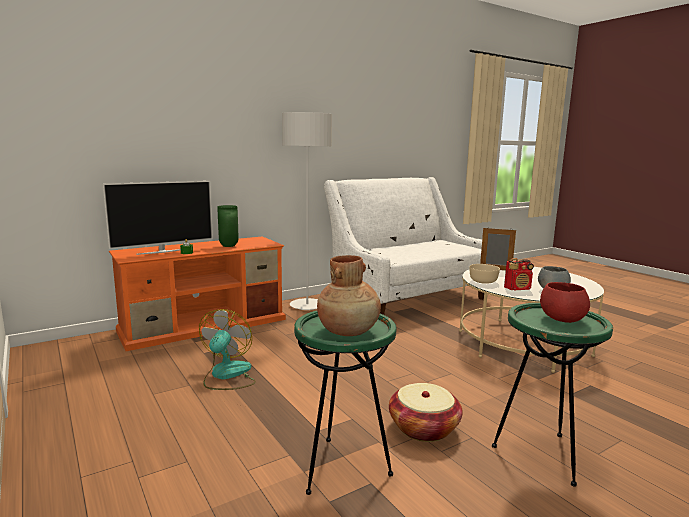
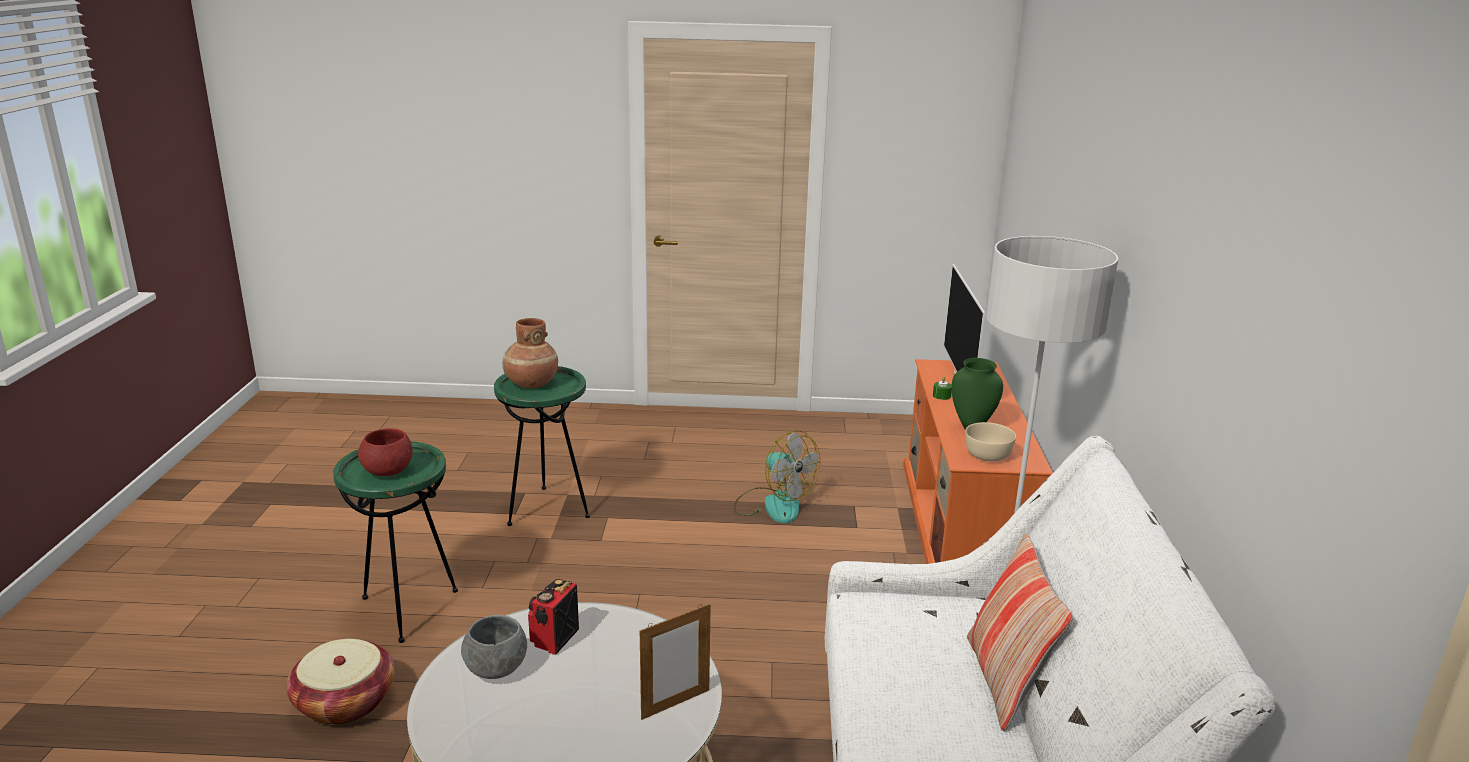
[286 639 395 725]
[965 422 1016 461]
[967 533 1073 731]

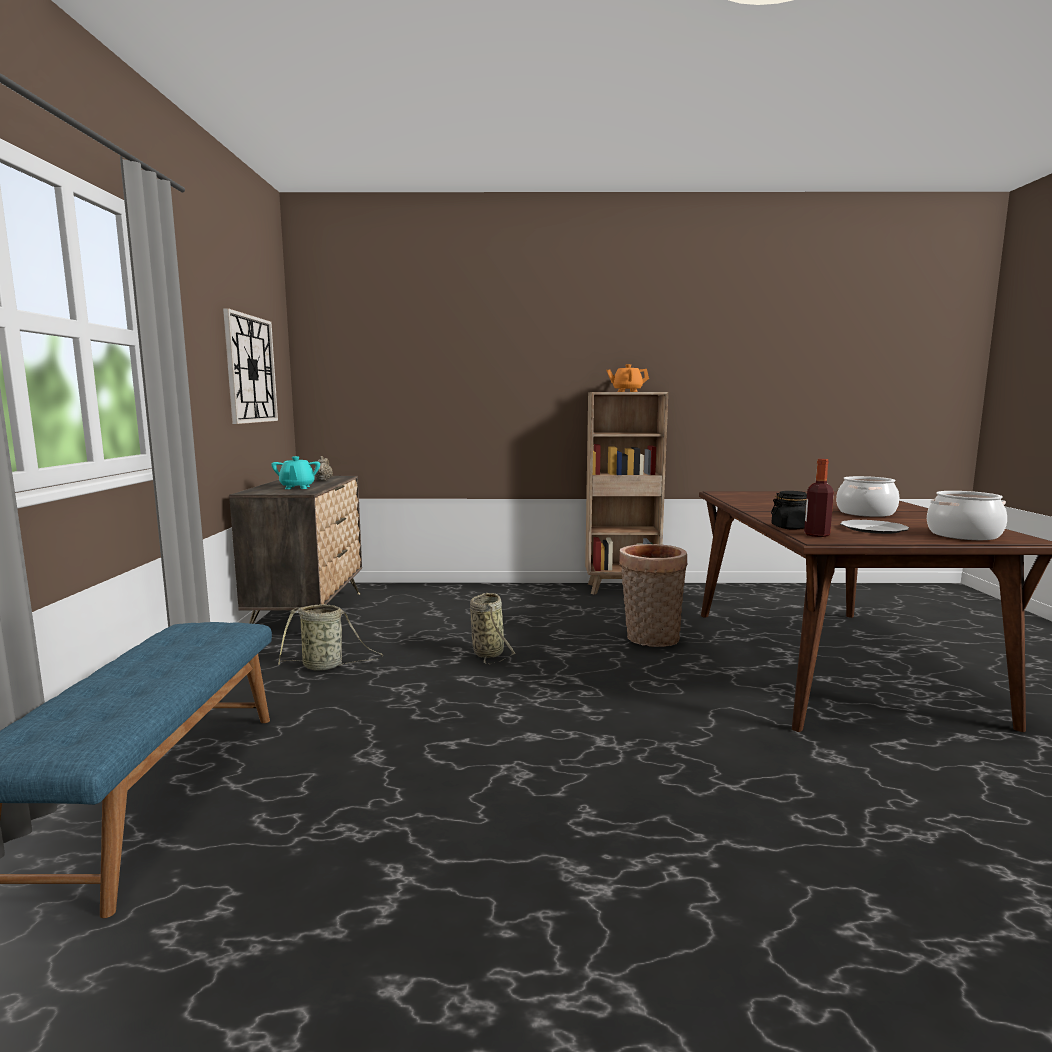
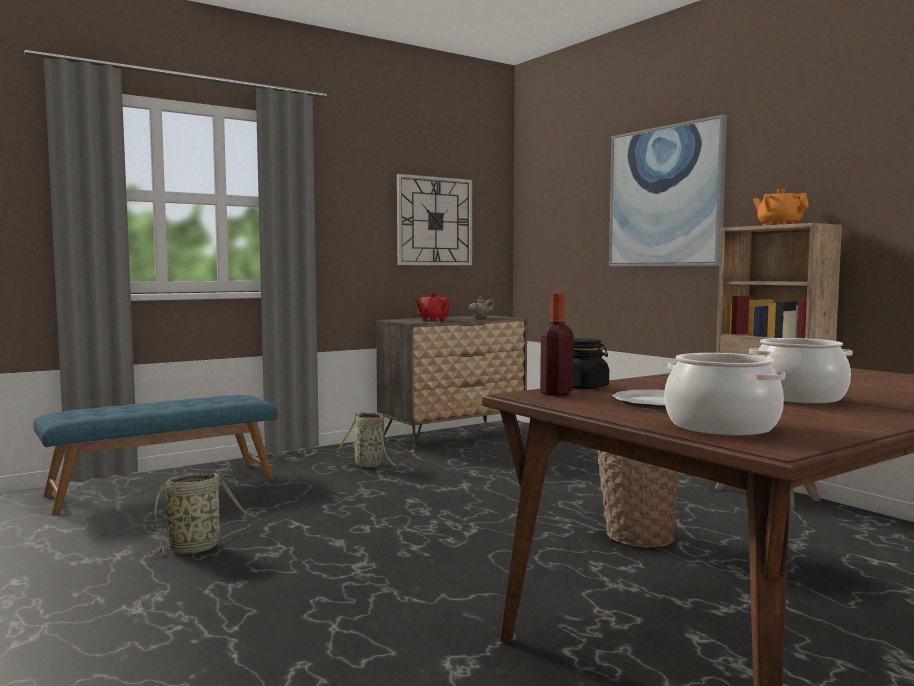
[416 293 450 321]
[143 473 261 556]
[609 115 727 266]

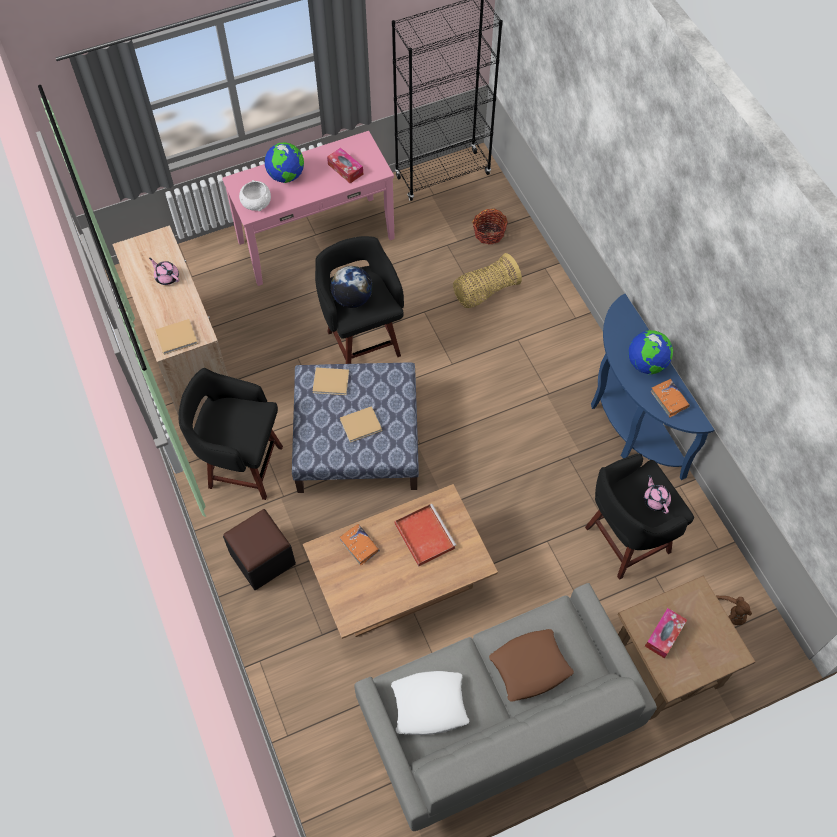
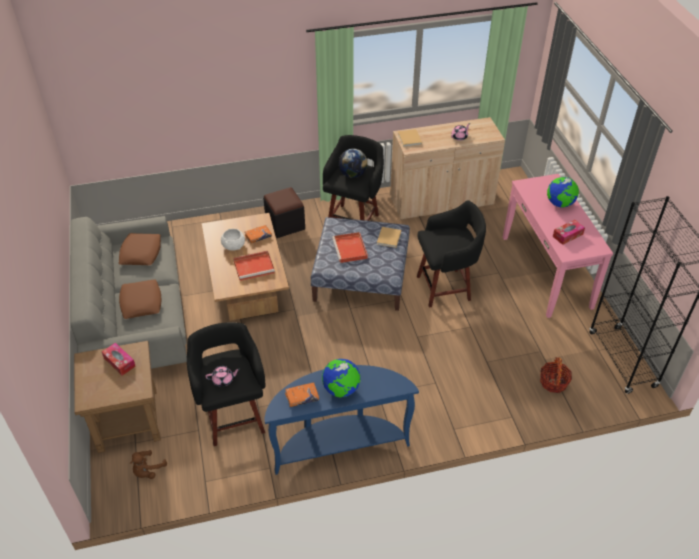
[221 229 245 251]
[339 149 368 178]
[332 232 368 263]
[119 233 161 265]
[453 253 522 308] (first image)

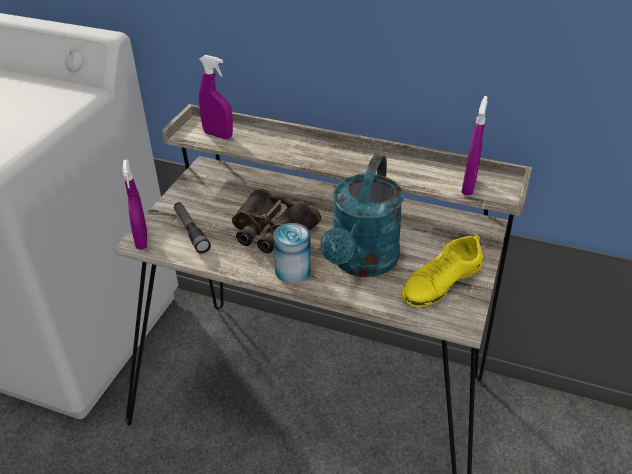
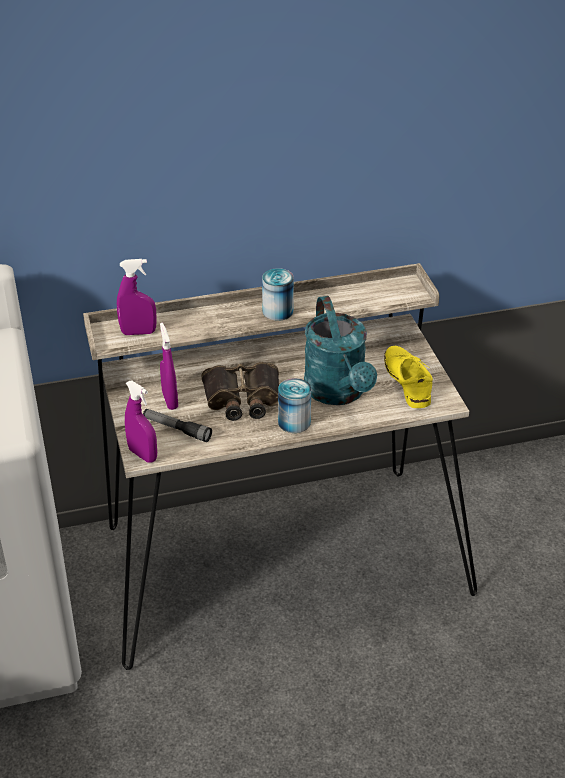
[384 346 433 408]
[160 323 178 410]
[262 268 294 321]

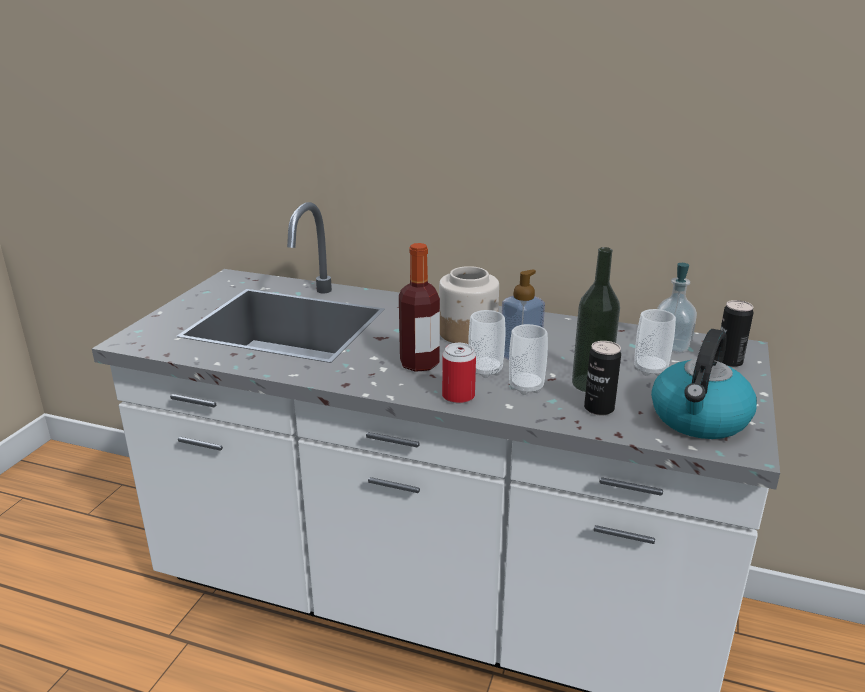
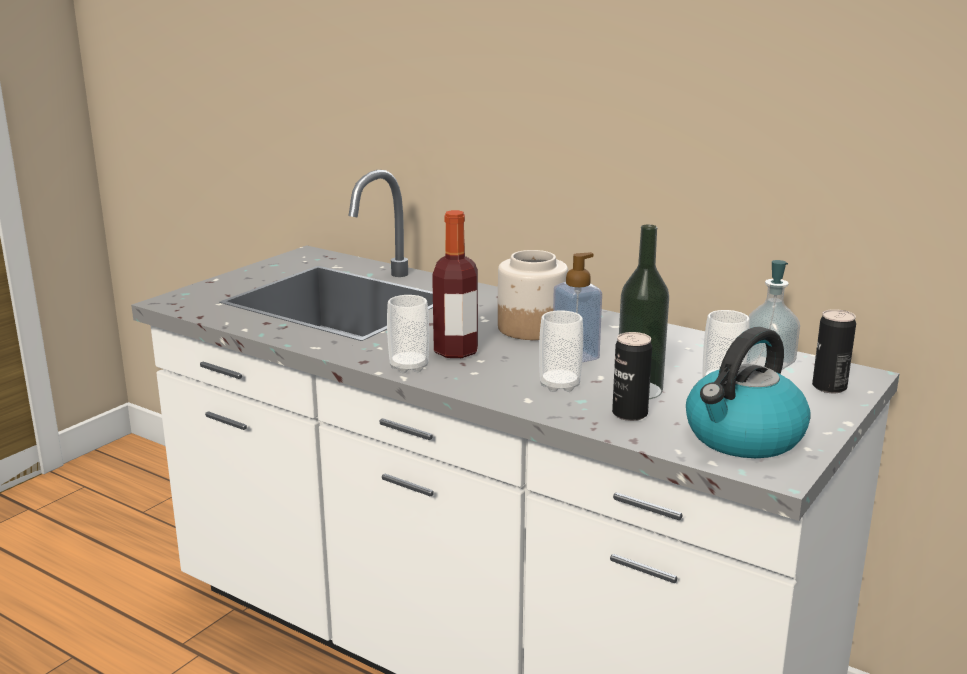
[442 343 476 403] (first image)
[387 295 429 373]

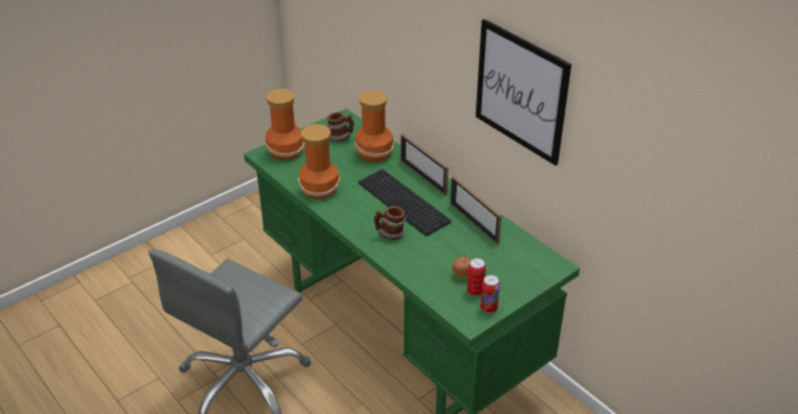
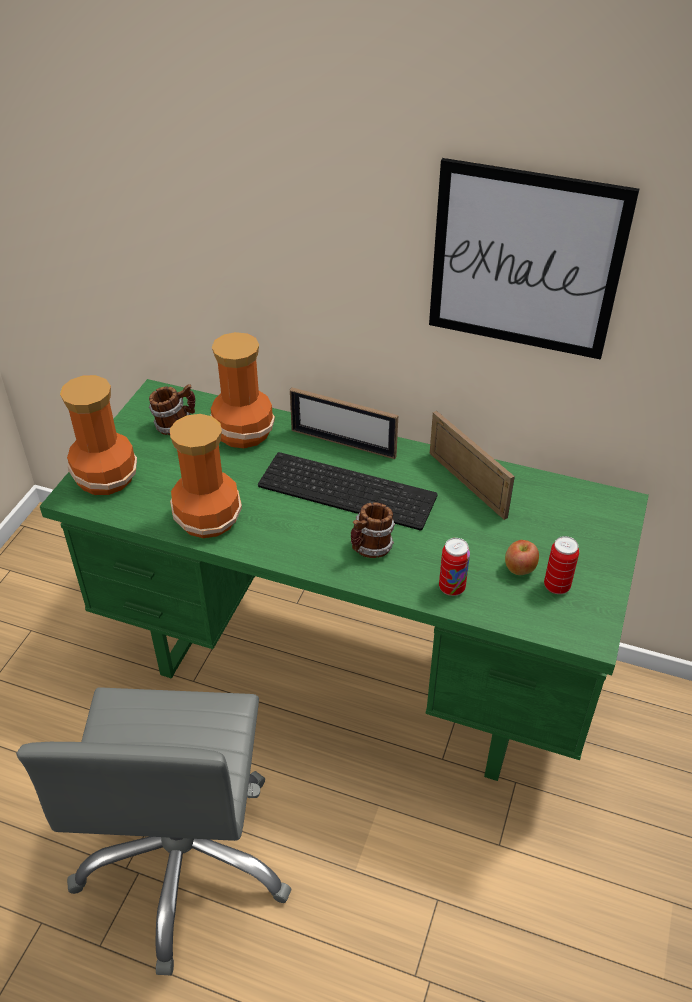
[430 411 515 520]
[439 538 470 596]

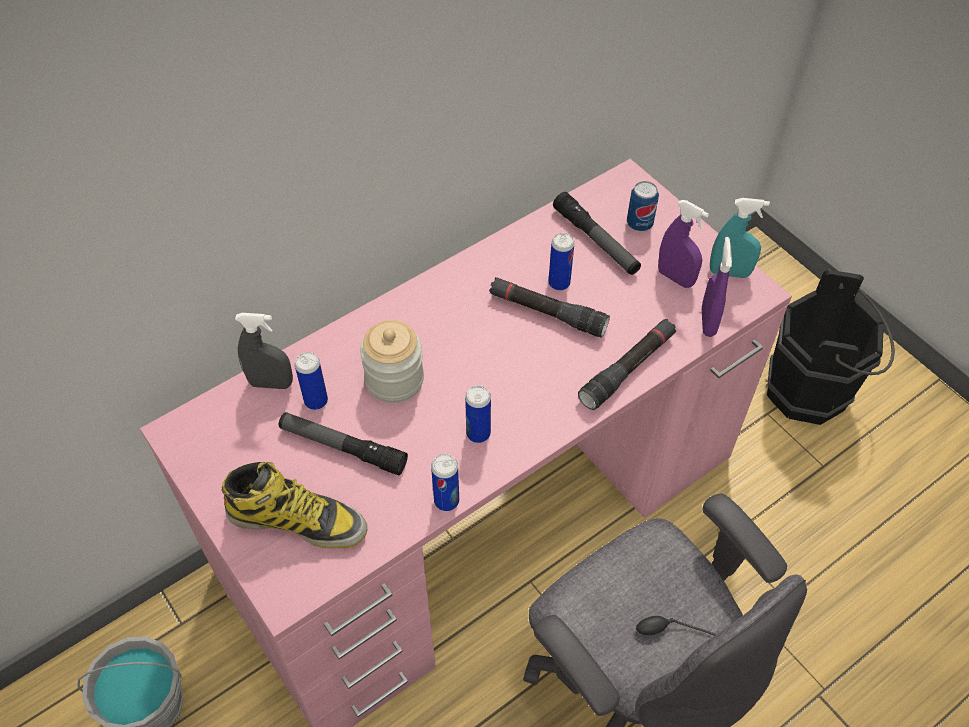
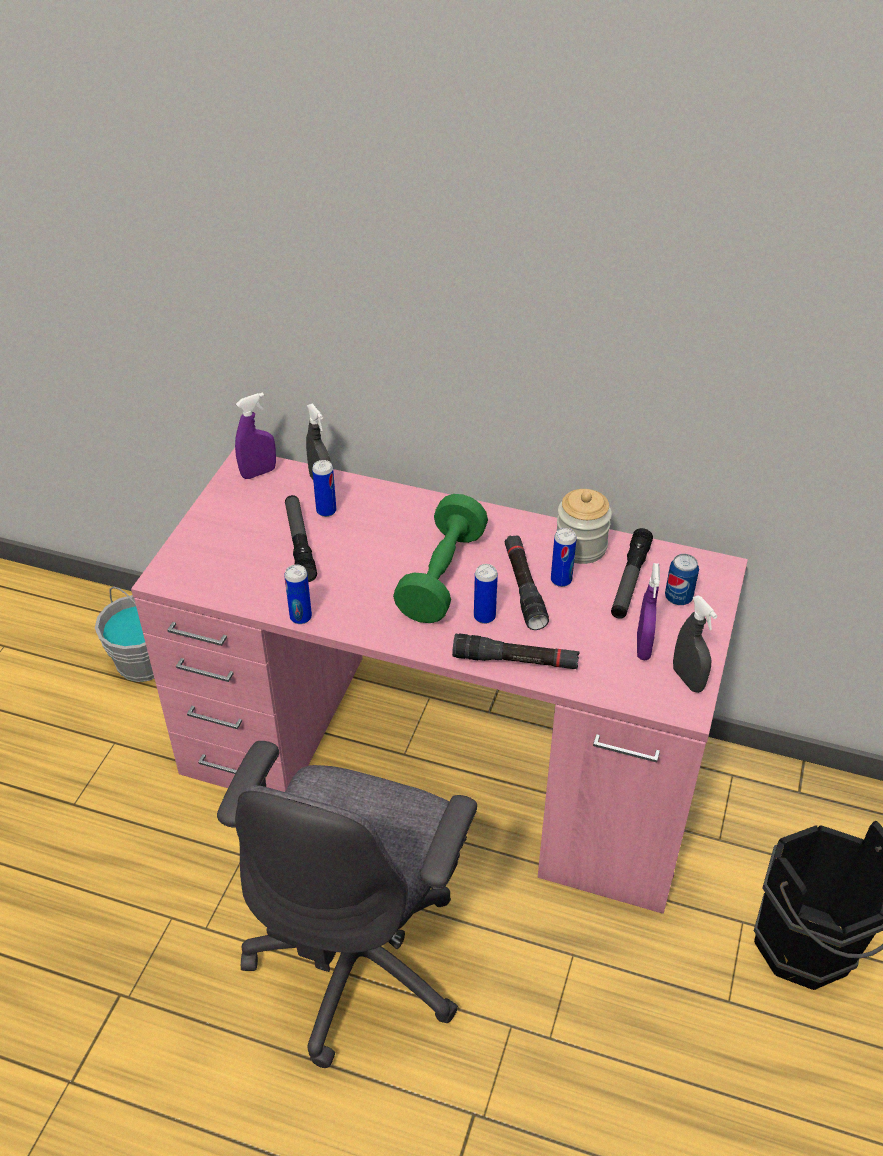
[221 462 367 549] (first image)
[557 489 612 564]
[474 564 498 624]
[235 392 276 479]
[673 595 718 693]
[393 494 488 623]

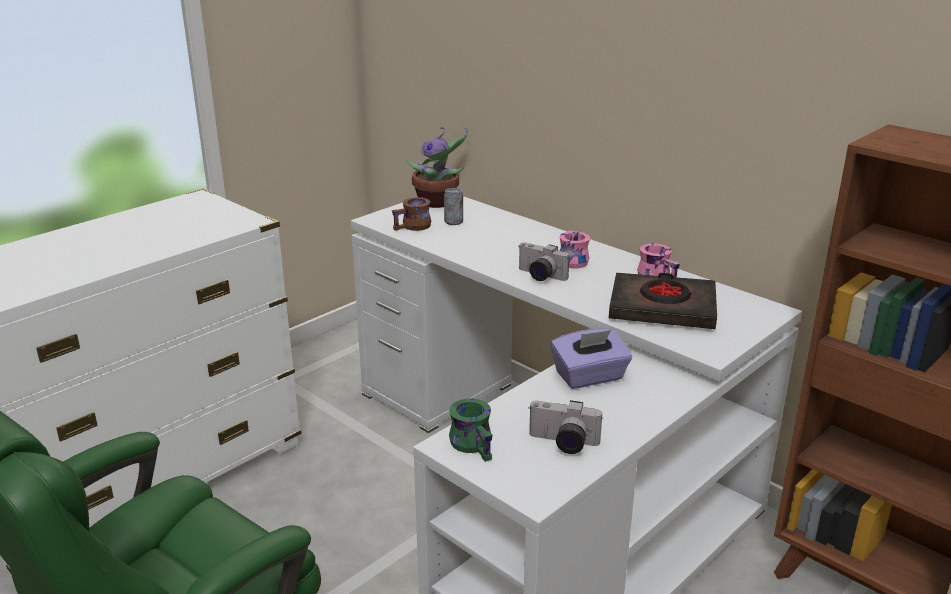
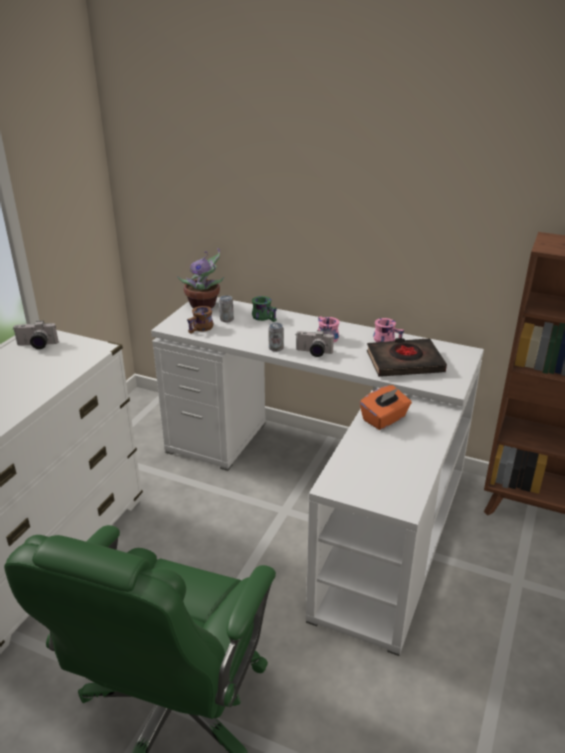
[252 296 277 322]
[13 321 59 349]
[360 385 412 430]
[268 323 284 352]

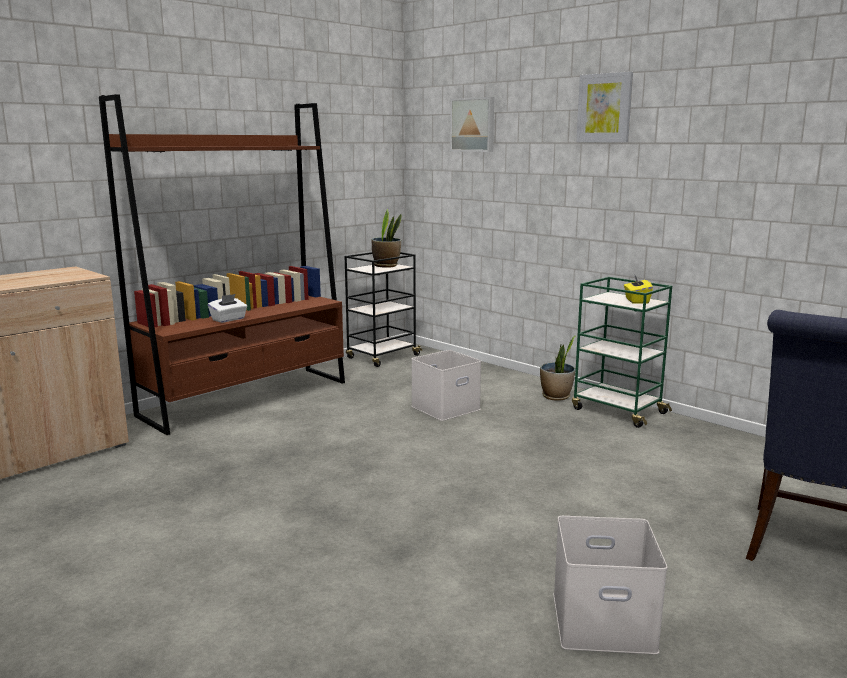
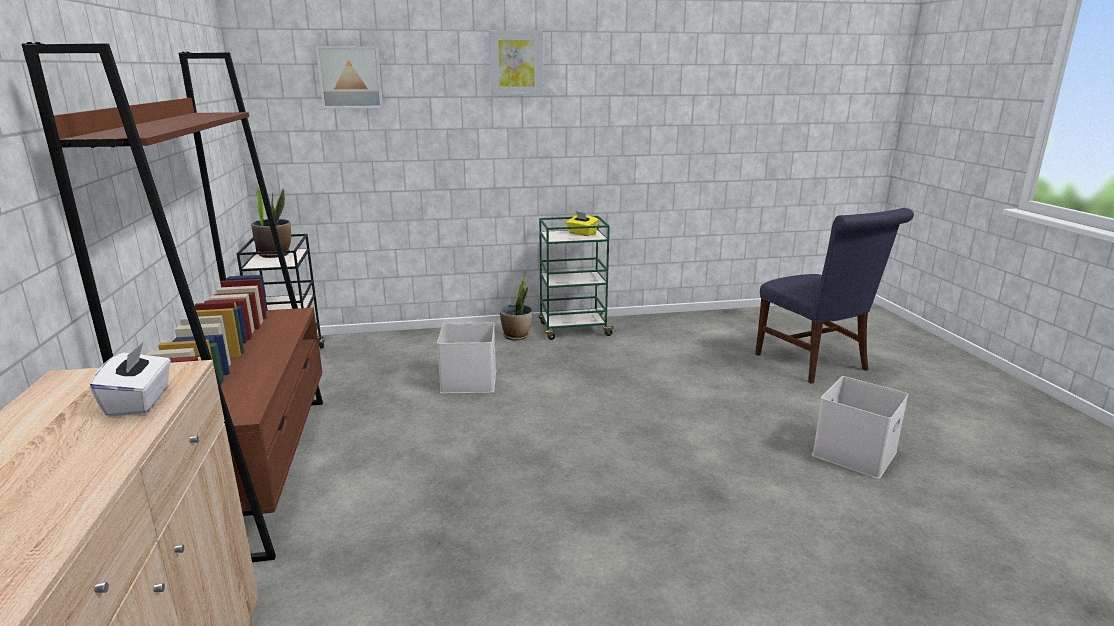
[90 343 171 417]

